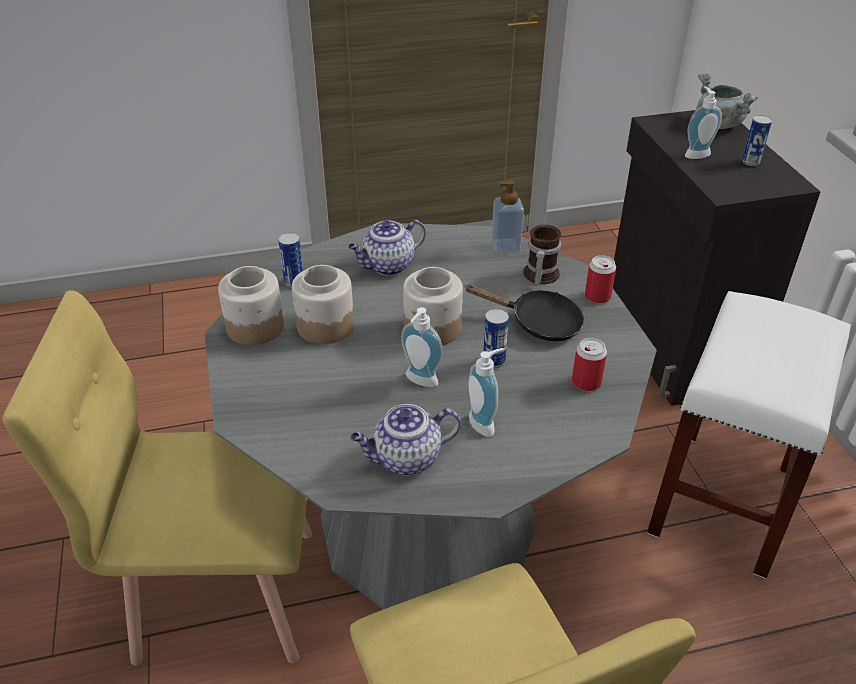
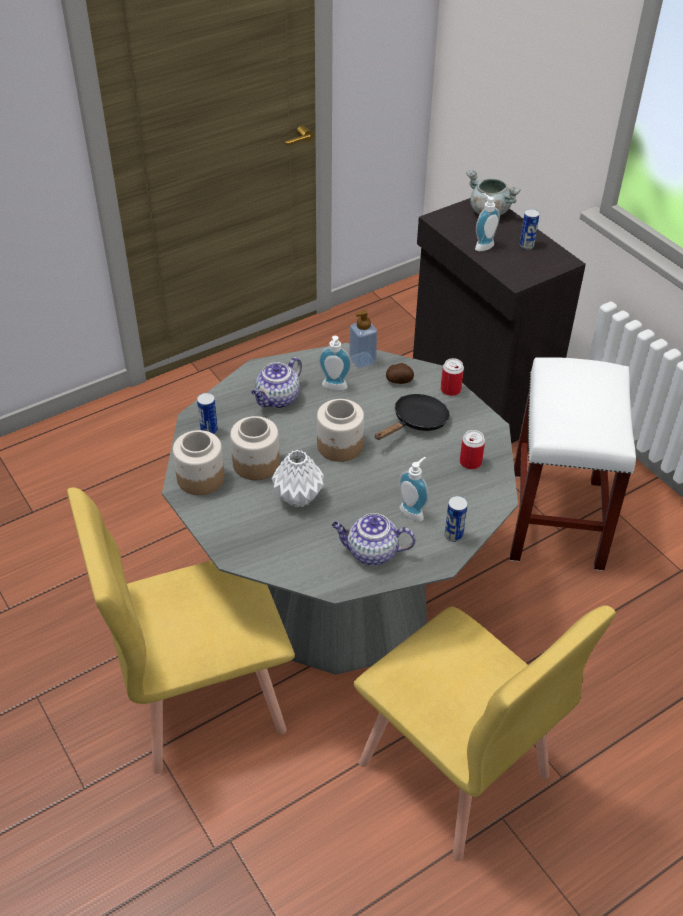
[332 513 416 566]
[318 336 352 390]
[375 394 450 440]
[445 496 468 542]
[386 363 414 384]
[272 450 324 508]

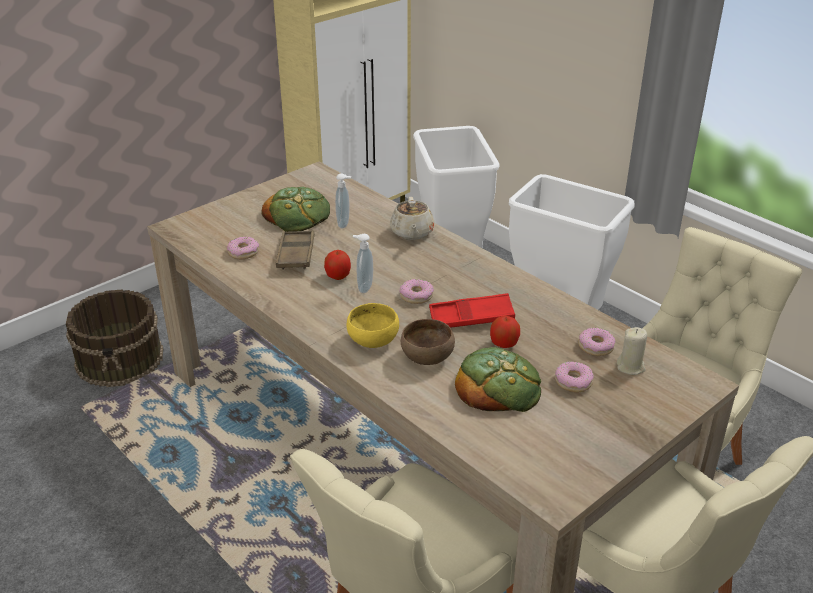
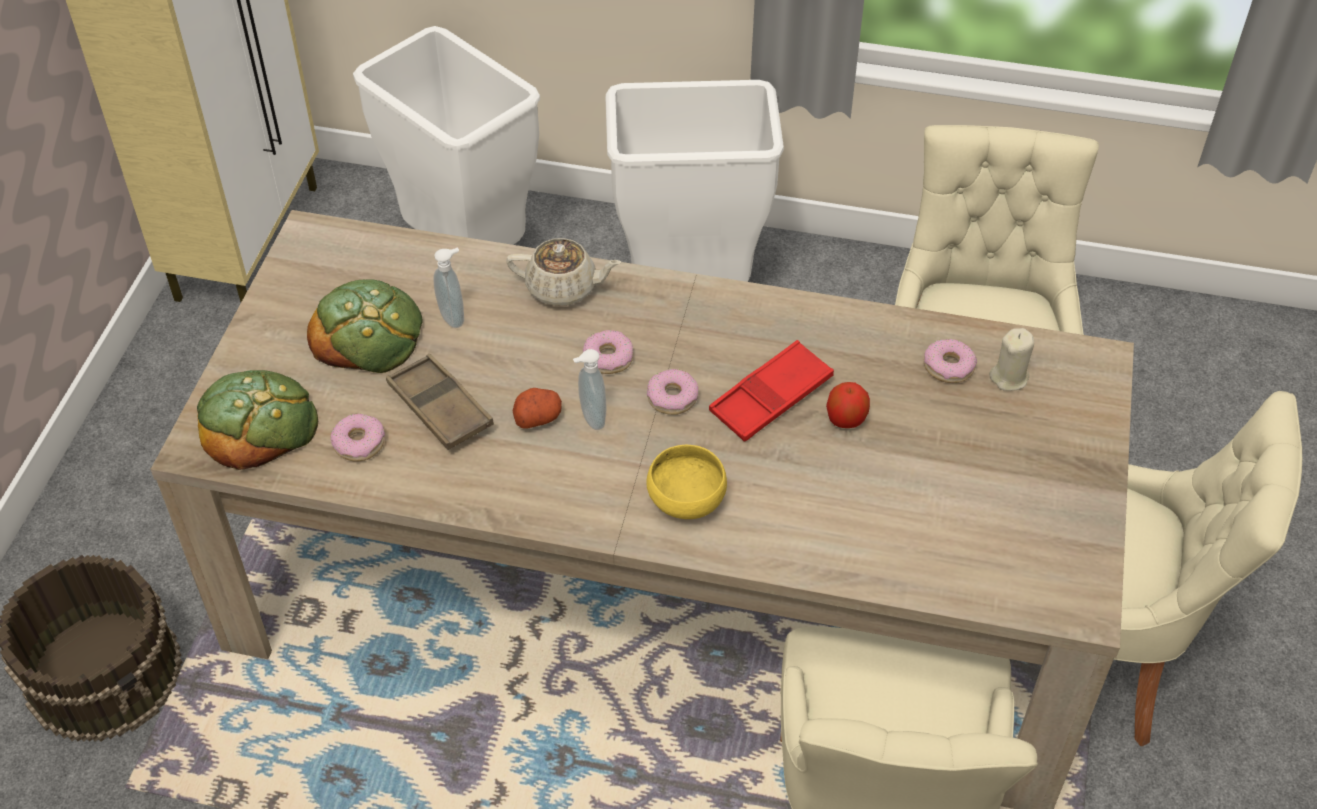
[512 388 562 429]
[506 238 621 306]
[401 319 455 365] (first image)
[197 370 318 470]
[583 330 633 374]

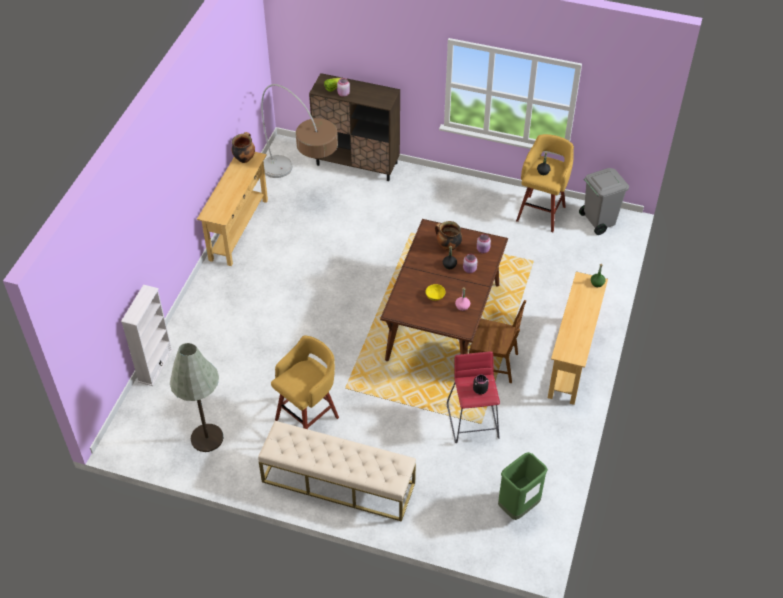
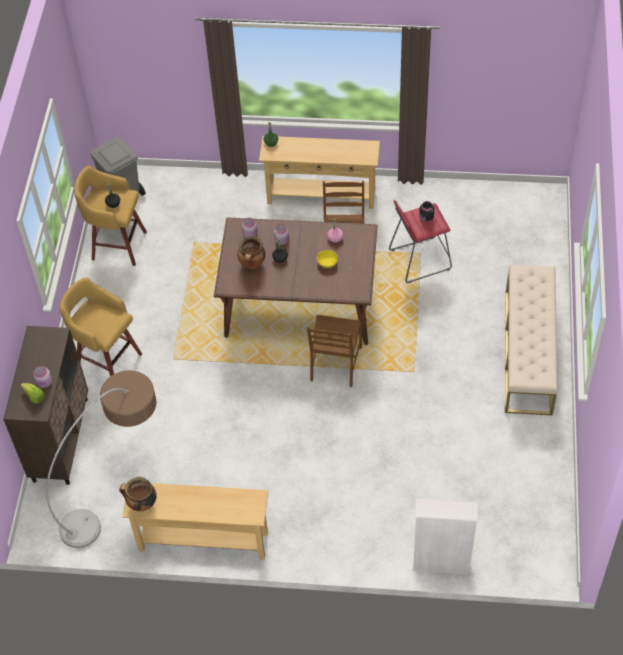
[170 343 223 452] (first image)
[60 277 142 376]
[498 452 548 520] (first image)
[307 315 362 387]

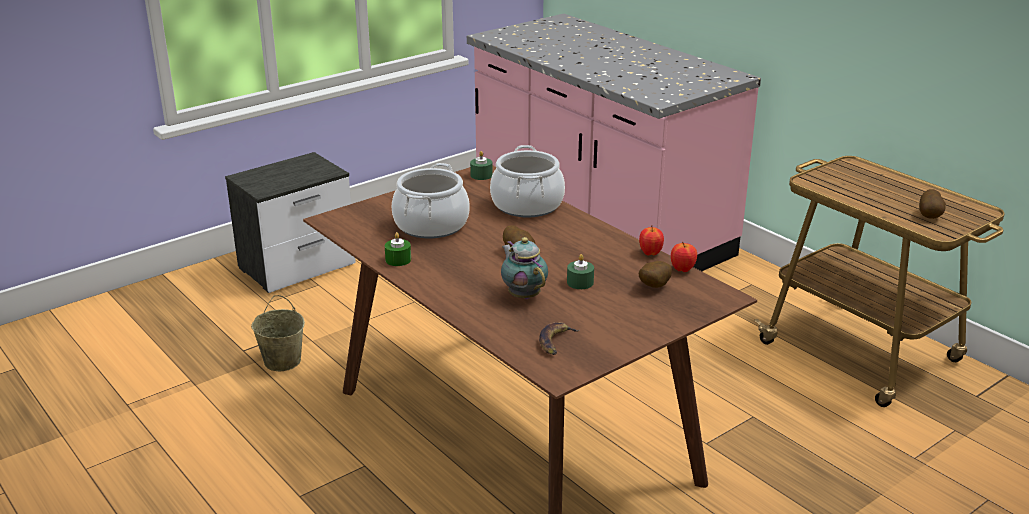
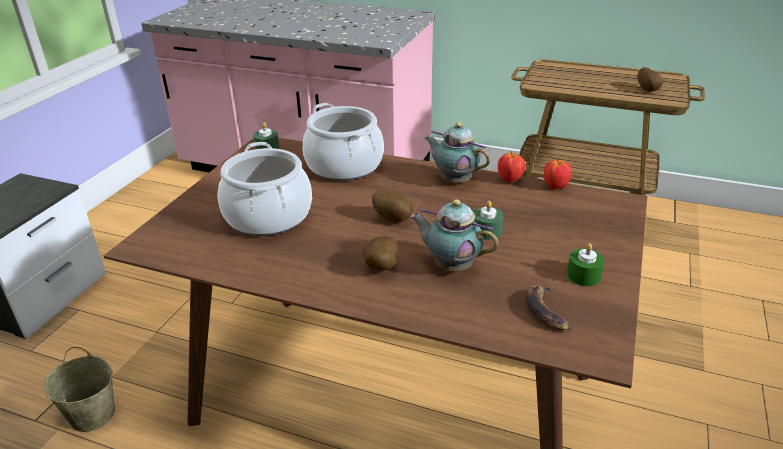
[567 243 605 286]
[363 236 398 271]
[424 122 490 183]

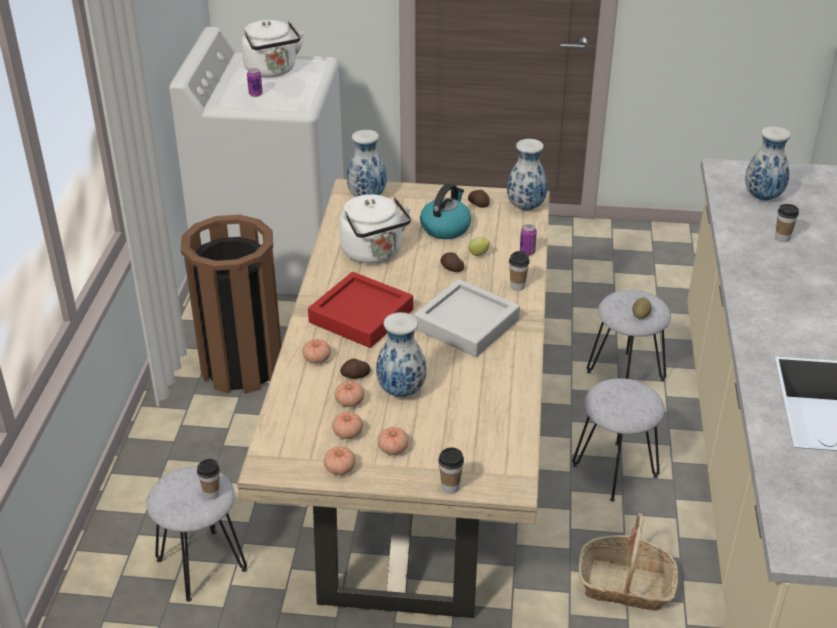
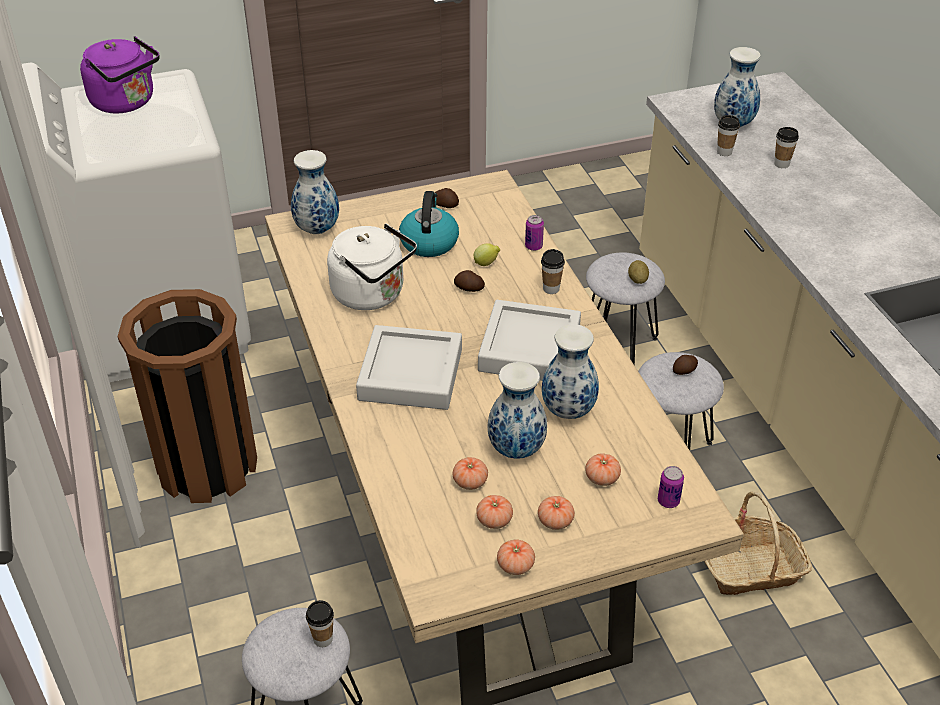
[80 36 160 113]
[658 466 684 508]
[585 453 621 486]
[356 325 462 410]
[673 355 698 375]
[717 115 740 156]
[542 324 599 419]

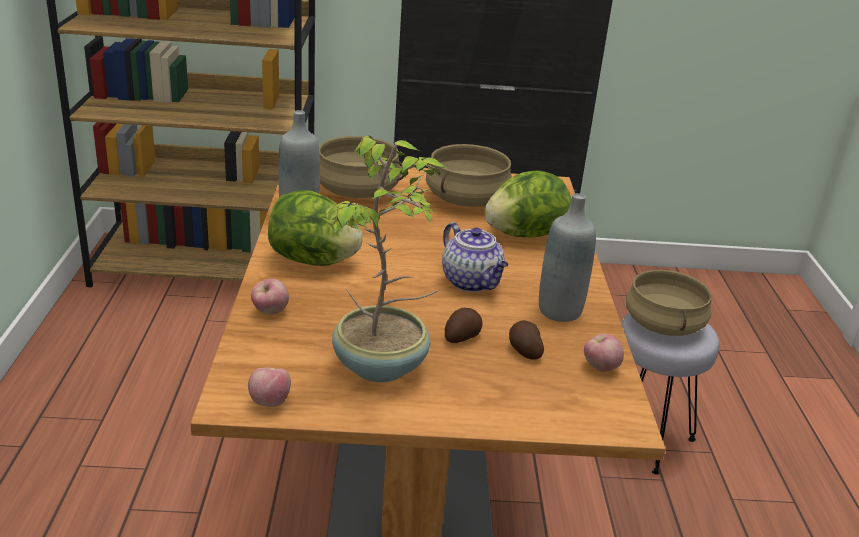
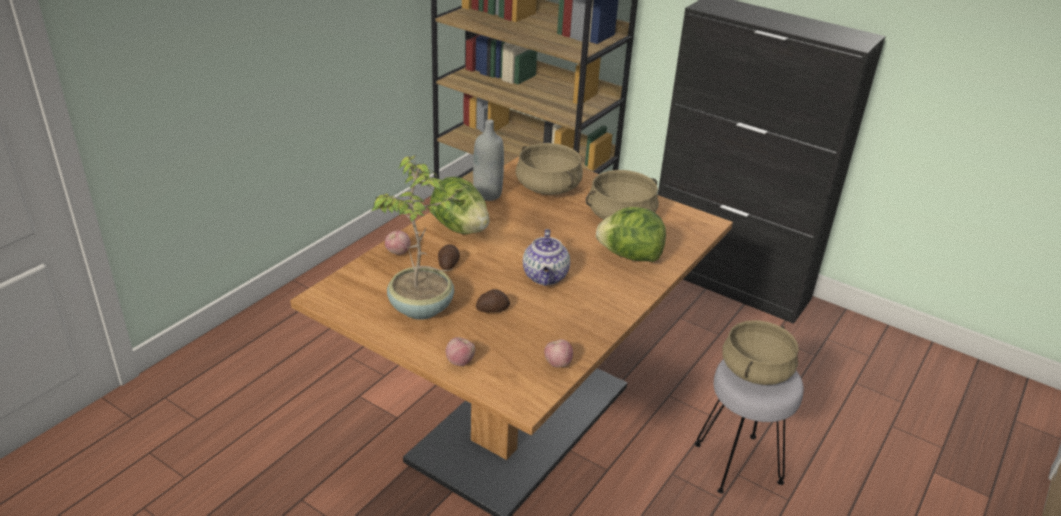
[446 337 475 366]
[438 244 460 270]
[539 193 596 322] (first image)

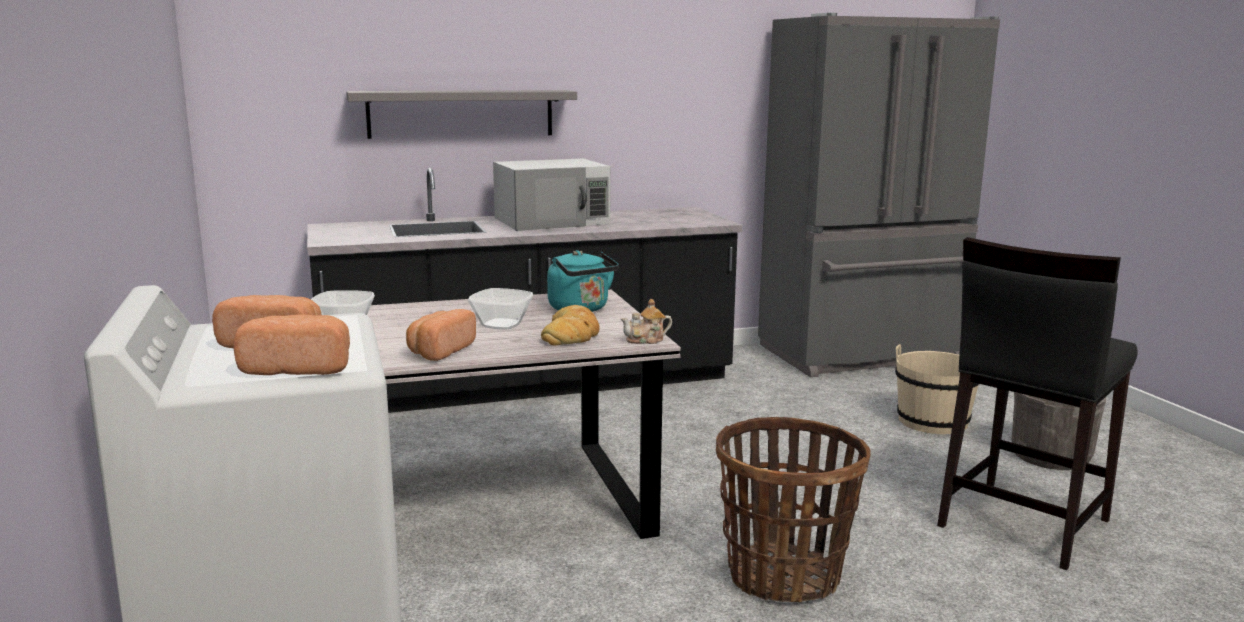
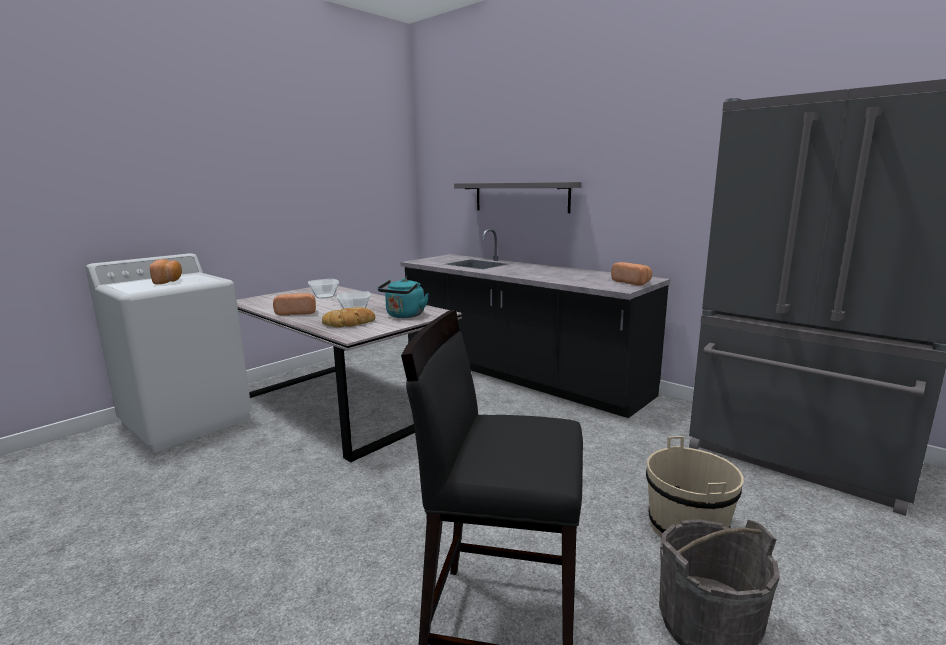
[611 262 652 286]
[493 158 611 231] (first image)
[621 299 672 344] (first image)
[716 417 871 602] (first image)

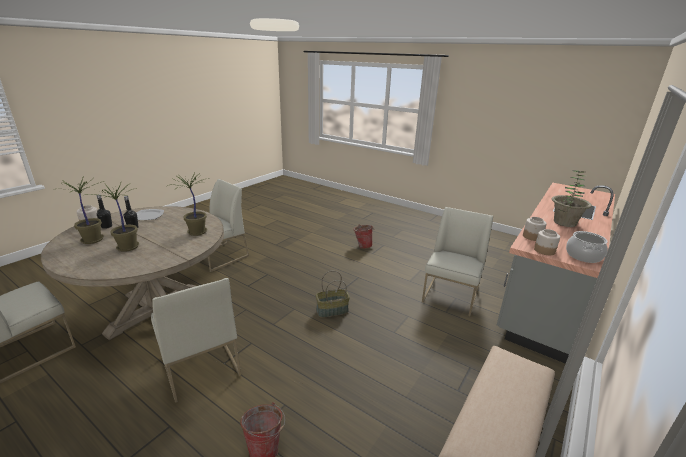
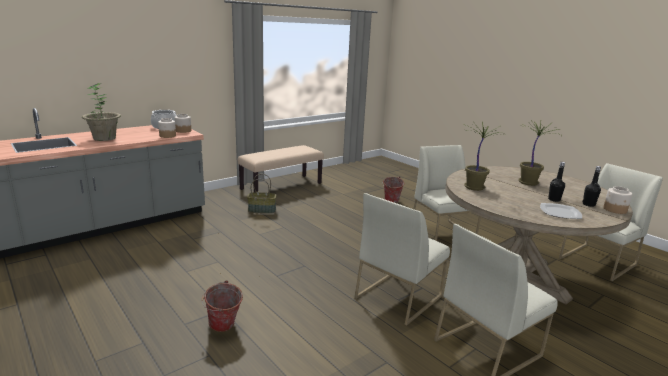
[61 176 104 244] (first image)
[247 174 277 214]
[354 193 450 326]

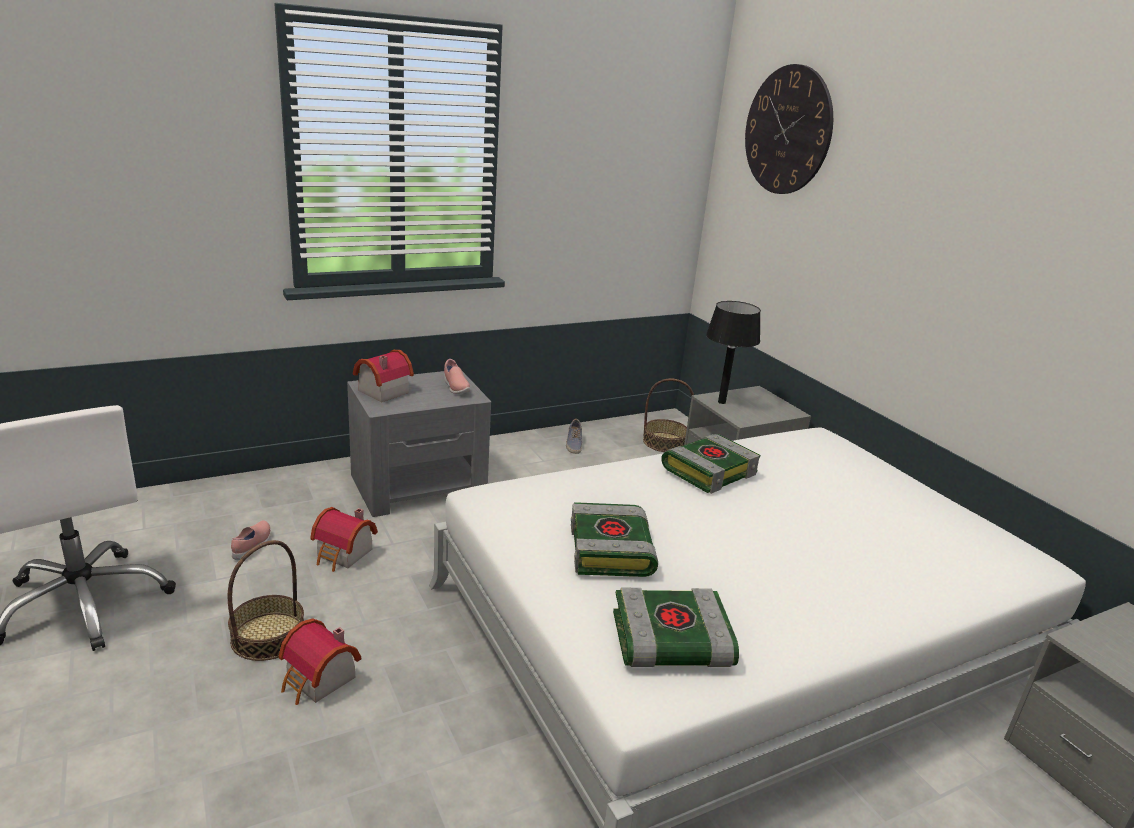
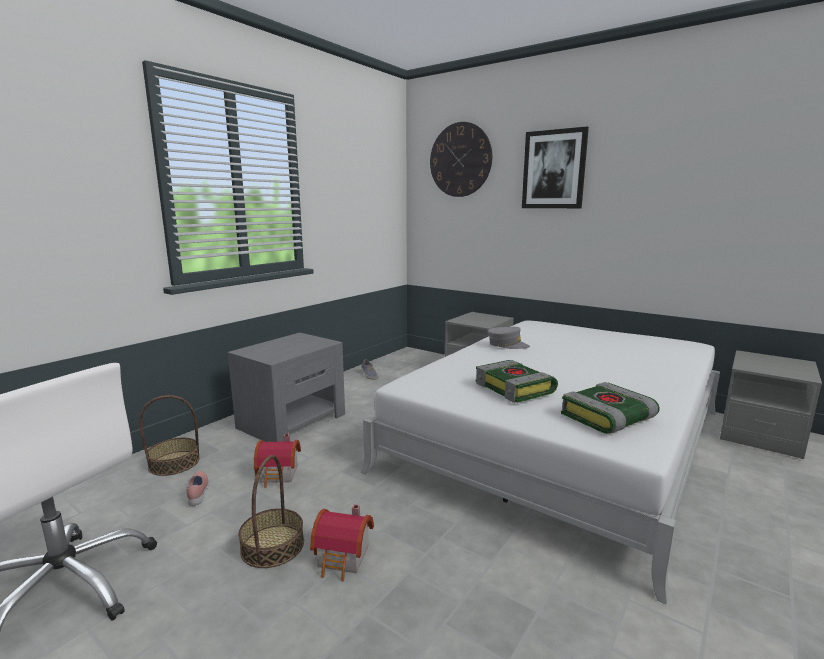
[353 350 414 402] (first image)
[444 359 471 394] (first image)
[140 395 200 476]
[488 327 530 349]
[706 301 761 404] (first image)
[522 127 589 208]

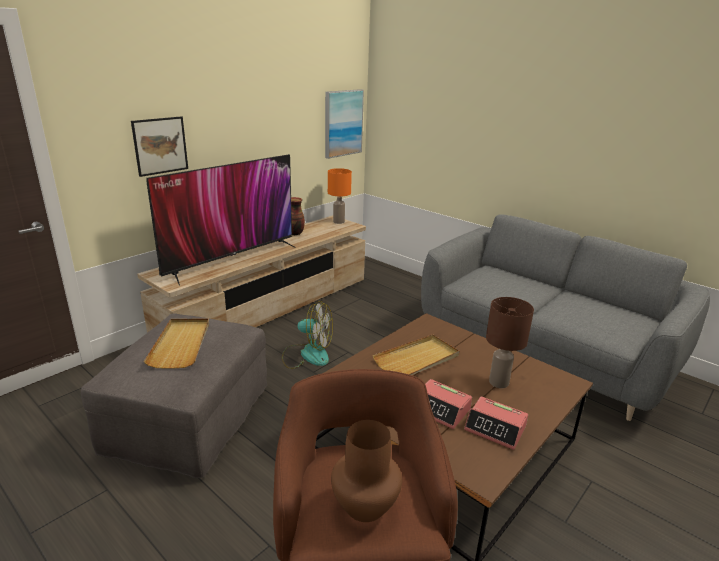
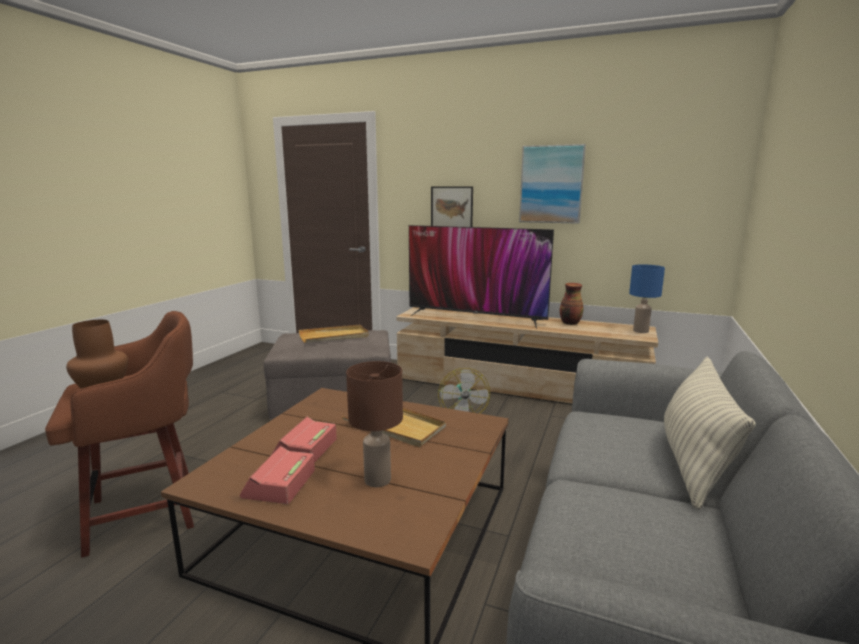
[519 144 586 224]
[629 264 665 333]
[664 357 756 510]

